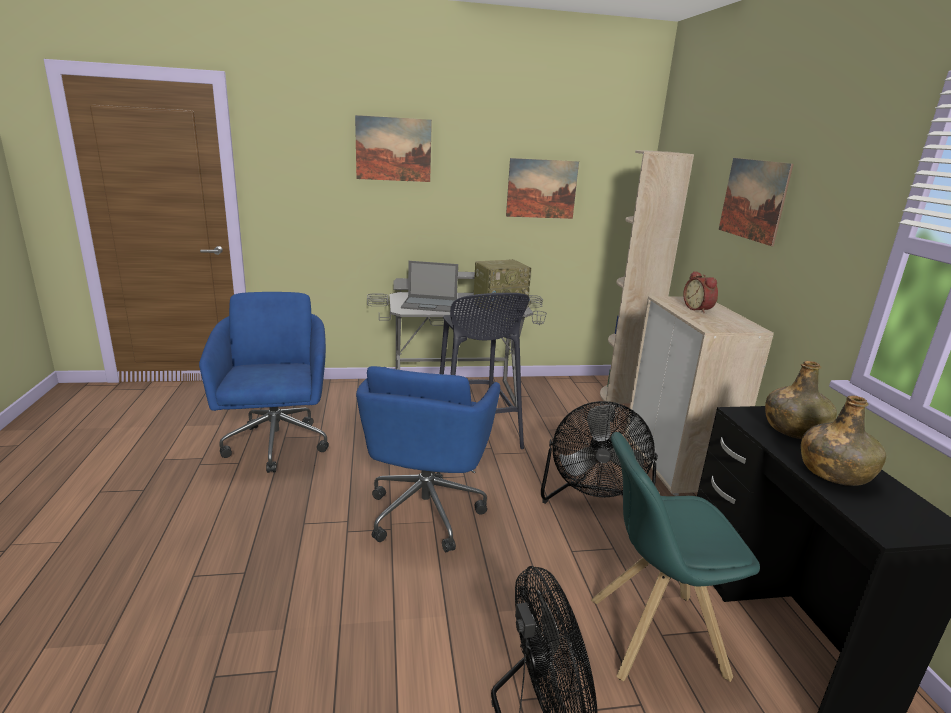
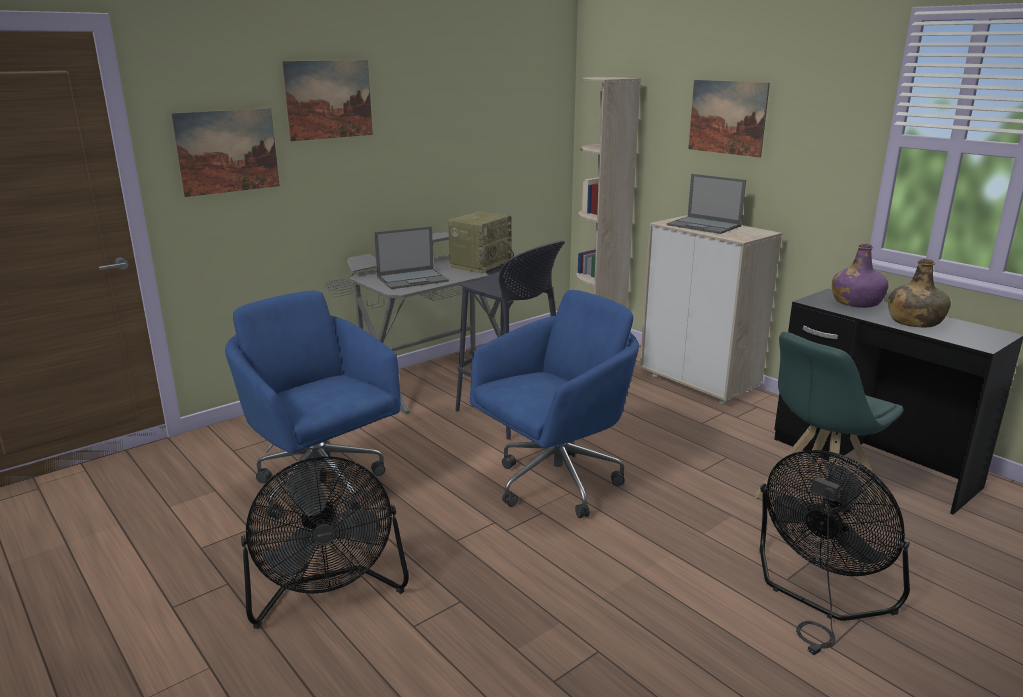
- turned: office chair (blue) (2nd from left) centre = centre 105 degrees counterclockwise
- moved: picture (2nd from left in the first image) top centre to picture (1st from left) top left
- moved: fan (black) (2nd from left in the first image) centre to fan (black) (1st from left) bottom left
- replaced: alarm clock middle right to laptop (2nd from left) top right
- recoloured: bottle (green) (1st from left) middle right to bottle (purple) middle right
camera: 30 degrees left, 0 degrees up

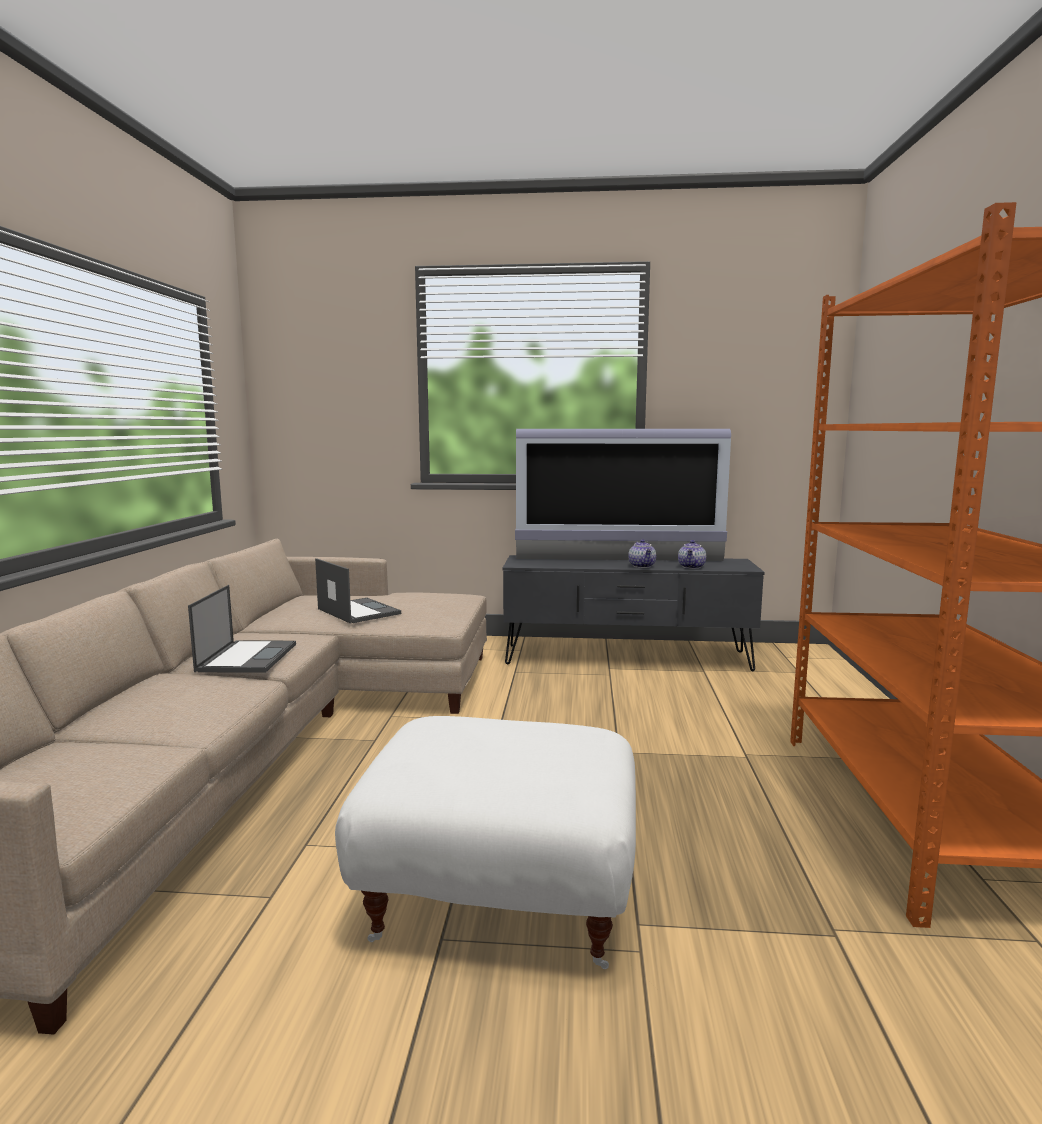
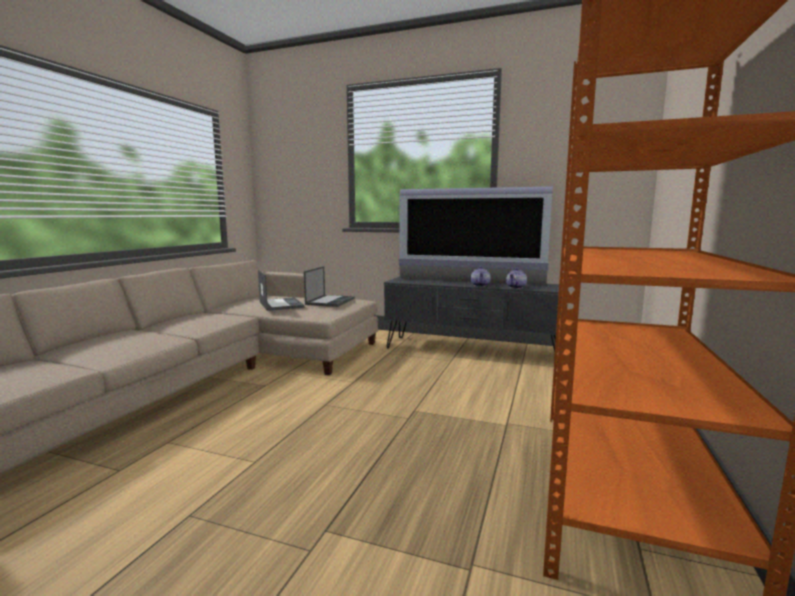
- moved: laptop (1st from left in the first image) middle left to laptop (2nd from left) centre
- removed: ottoman (white) bottom centre
camera: 15 degrees right, 0 degrees up

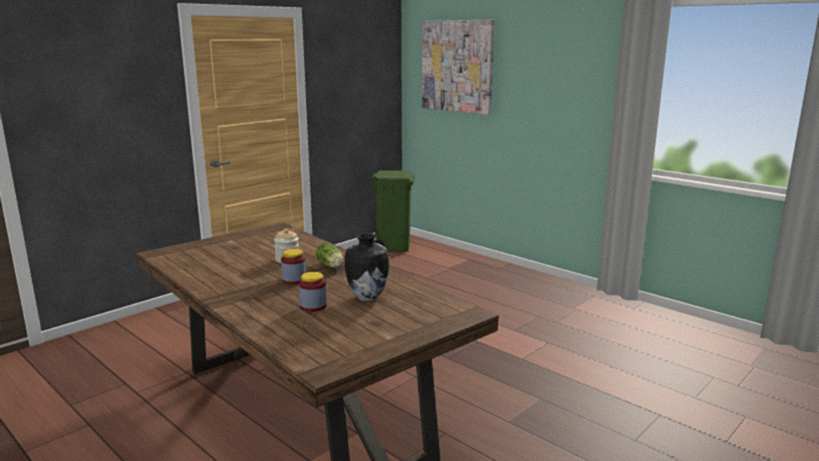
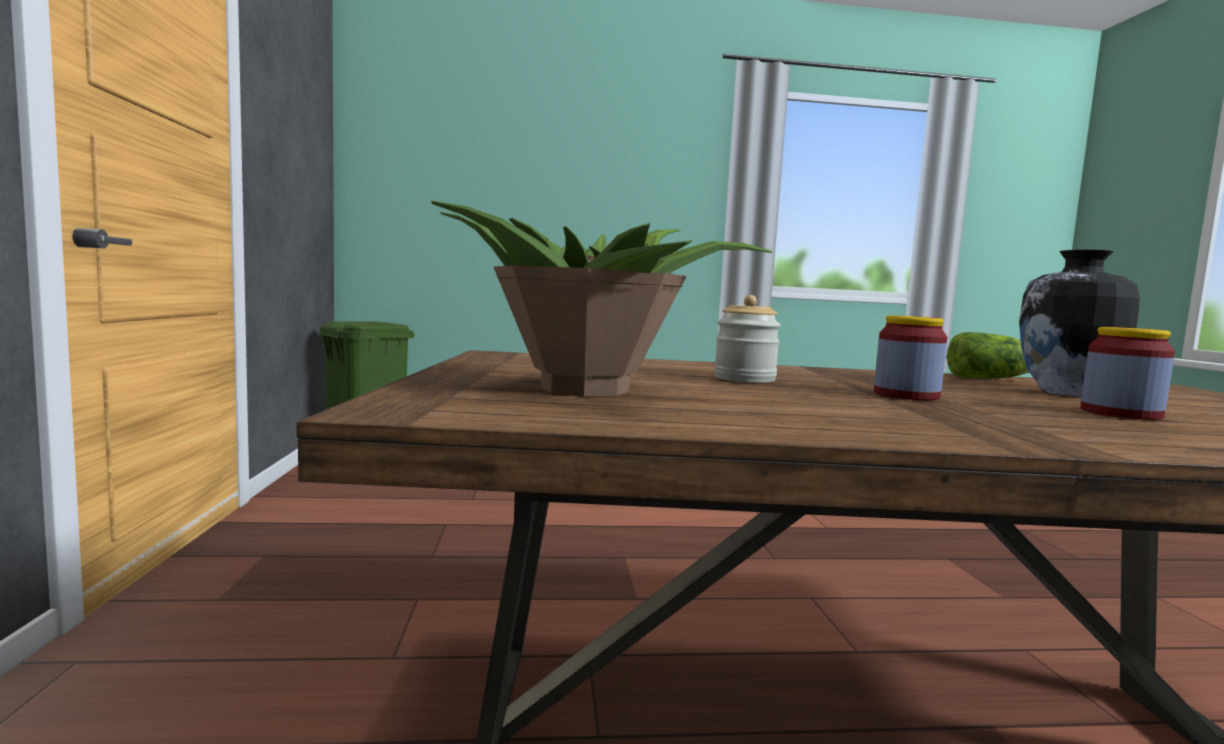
- moved: lettuce centre to middle right
- removed: picture top centre
- added: potted plant centre
camera: 50 degrees left, 10 degrees down

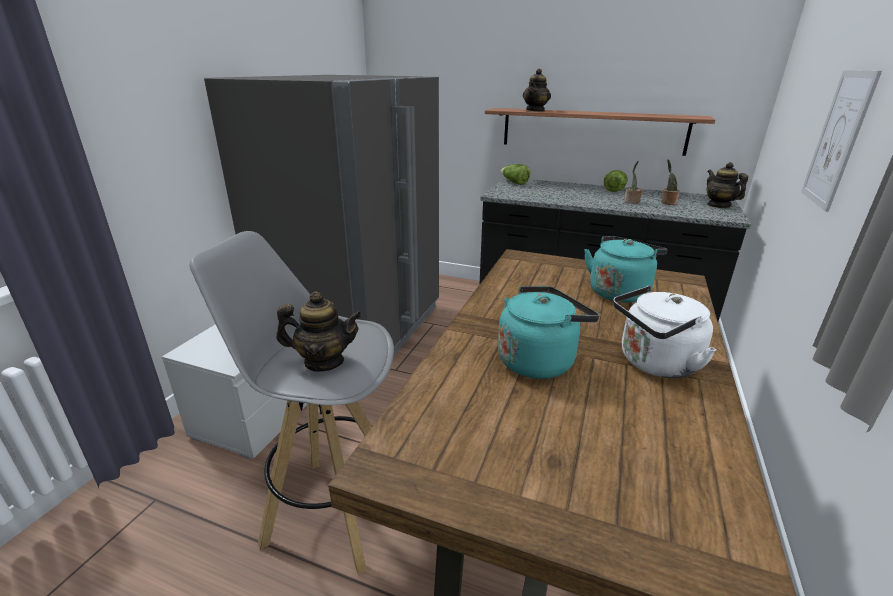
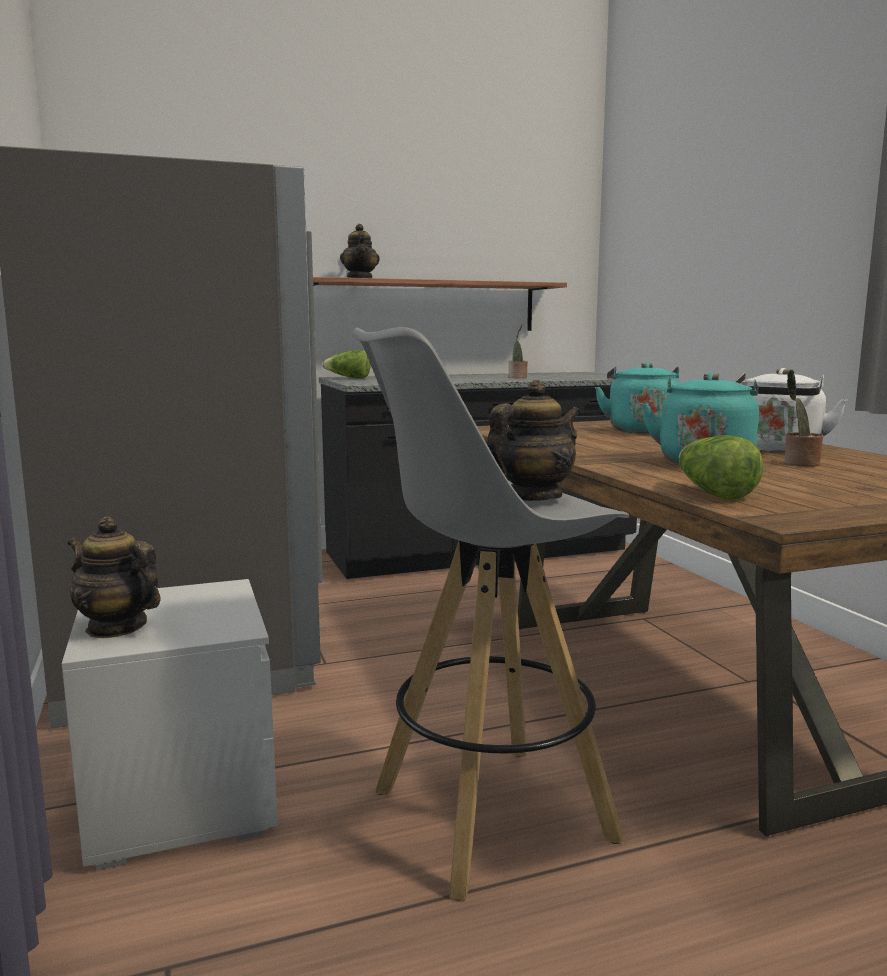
- moved: lettuce (2nd from left) top right to middle right
- moved: potted plant (2nd from left) top right to middle right
- moved: teapot (3rd from left in the first image) top right to teapot (1st from left) middle left
- removed: picture top right
camera: 40 degrees left, 15 degrees down

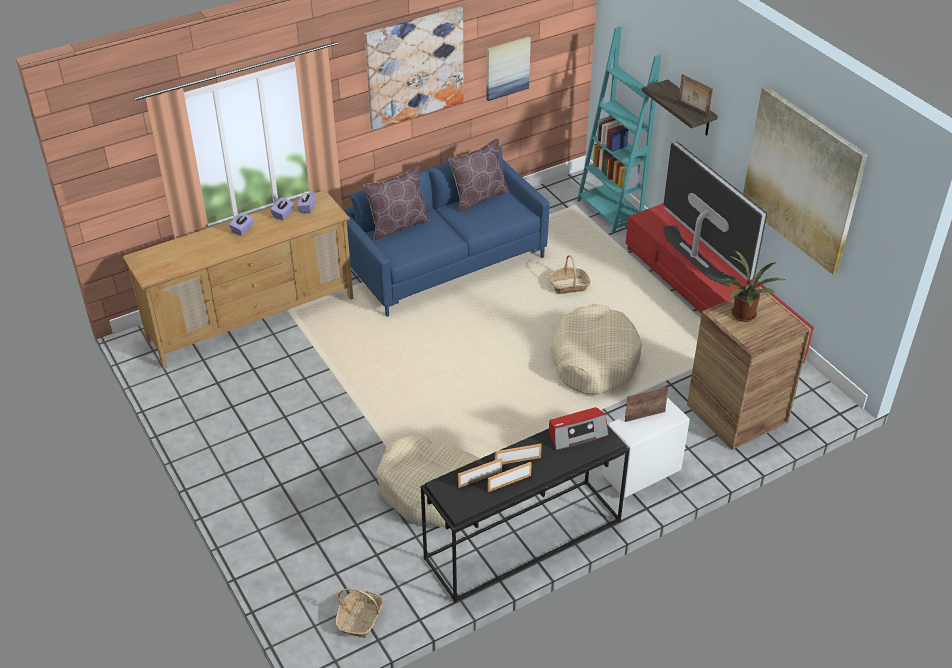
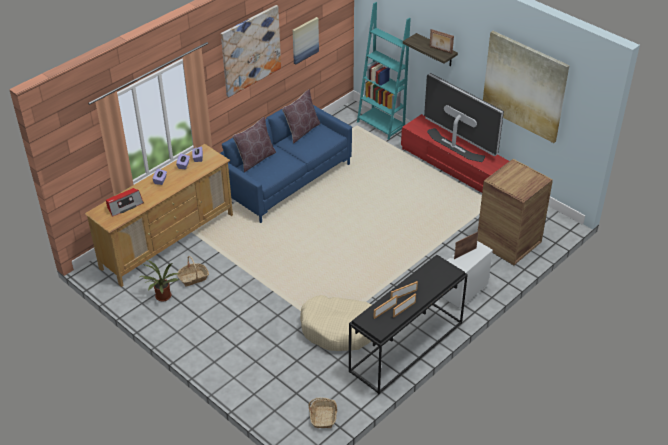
- moved: basket (2nd from left in the first image) centre to basket (1st from left) middle left
- moved: radio centre to middle left
- removed: dog bed (beige) (2nd from left) centre
- moved: potted plant middle right to middle left
camera: 15 degrees left, 0 degrees up

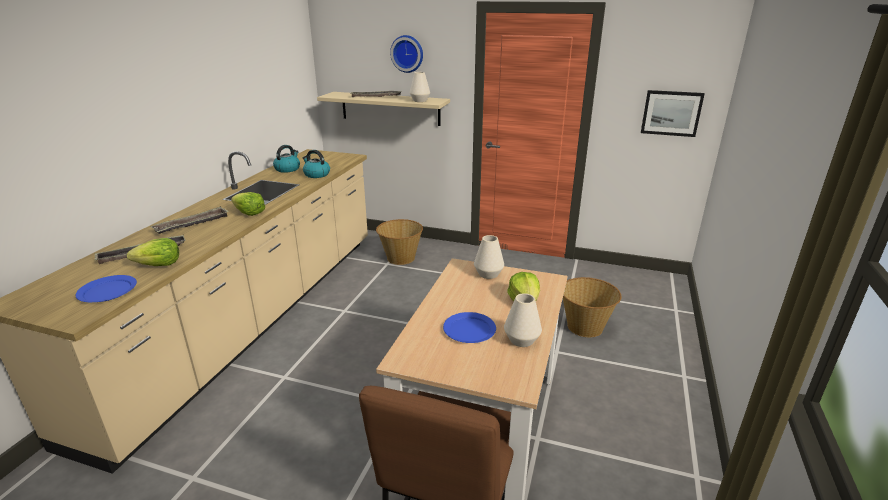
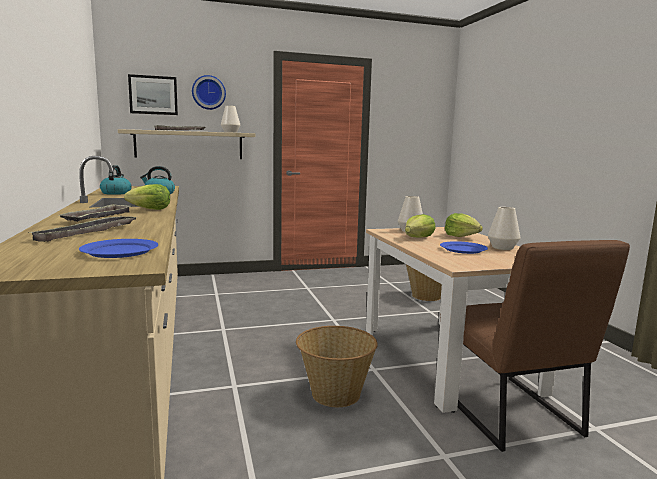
- moved: lettuce (1st from left in the first image) middle left to lettuce (2nd from left) centre
- moved: basket (1st from left) centre to bottom centre
- moved: picture top right to top left
camera: 35 degrees left, 15 degrees down

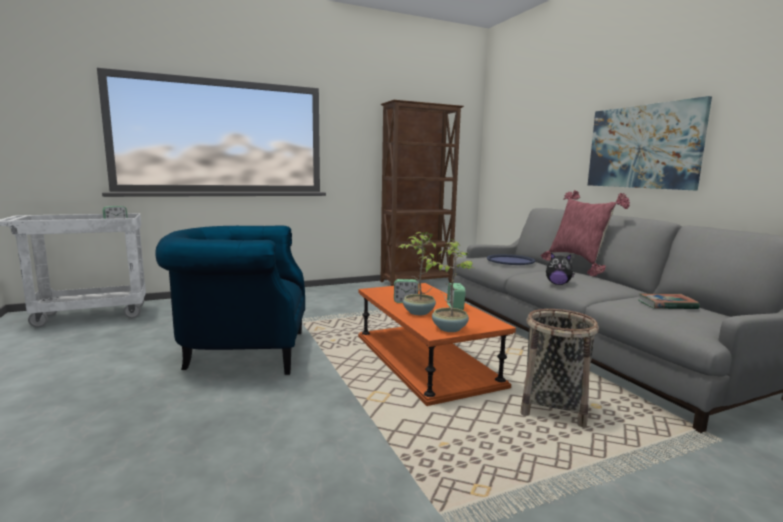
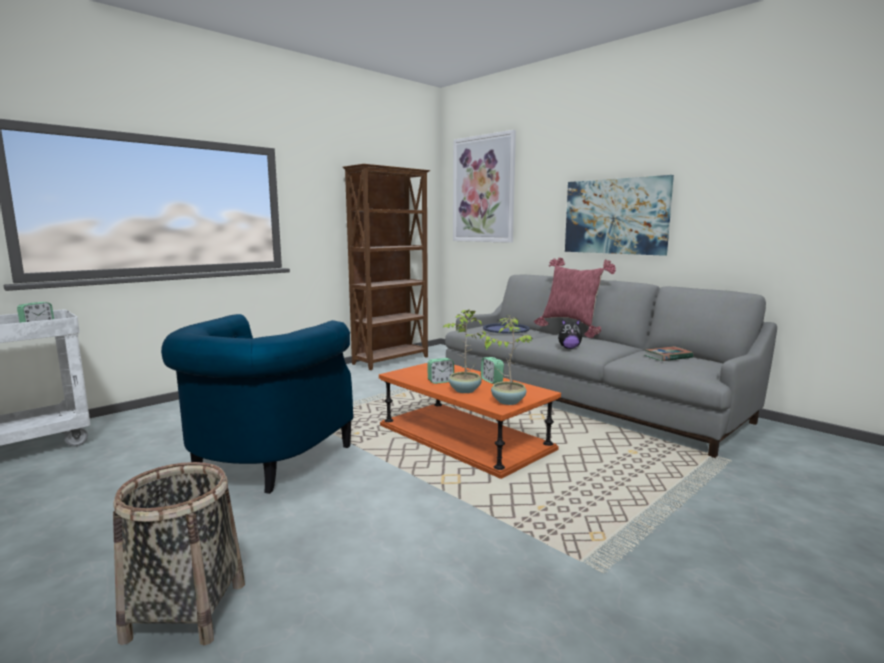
- turned: armchair (blue) middle left = middle left 45 degrees counterclockwise
- moved: basket bottom right to bottom left
- added: picture (1st from left) top centre
camera: 20 degrees left, 0 degrees up

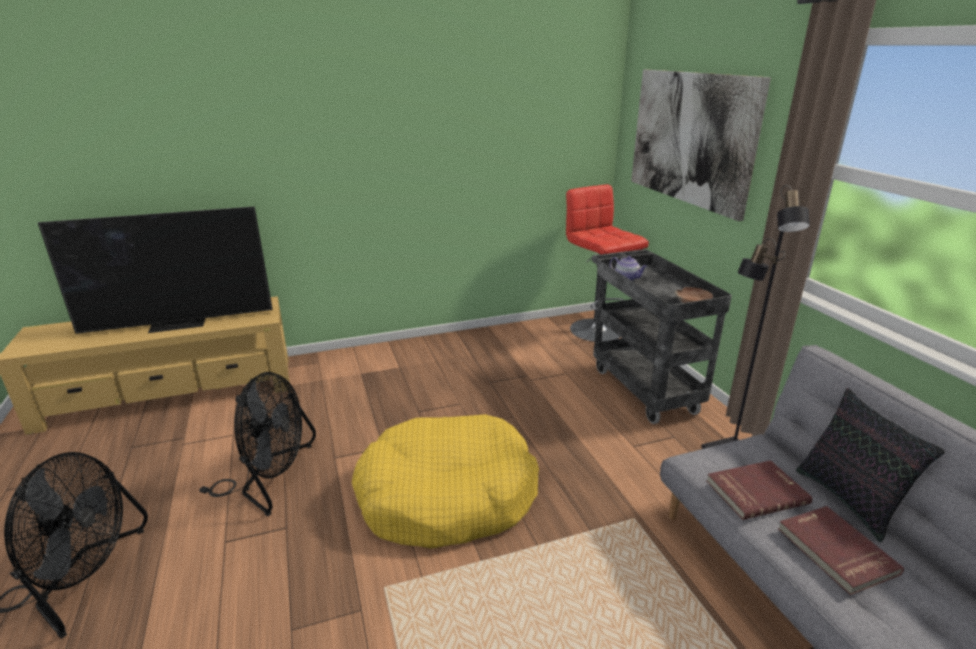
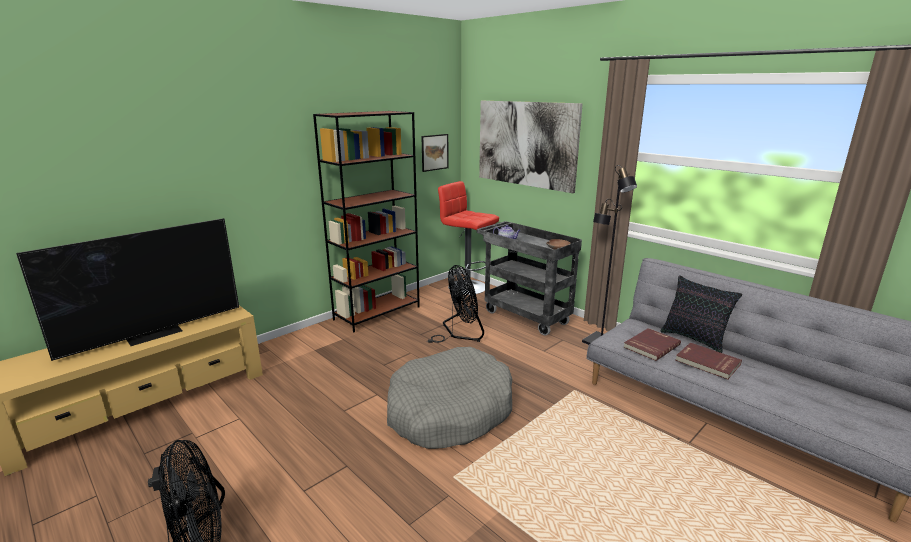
- moved: fan (black) (2nd from left) bottom left to centre
- recoloured: dog bed (yellow) bottom centre to dog bed (grey) bottom centre
- added: bookcase (brown) centre
- added: picture (1st from left) top centre
camera: 25 degrees left, 5 degrees down

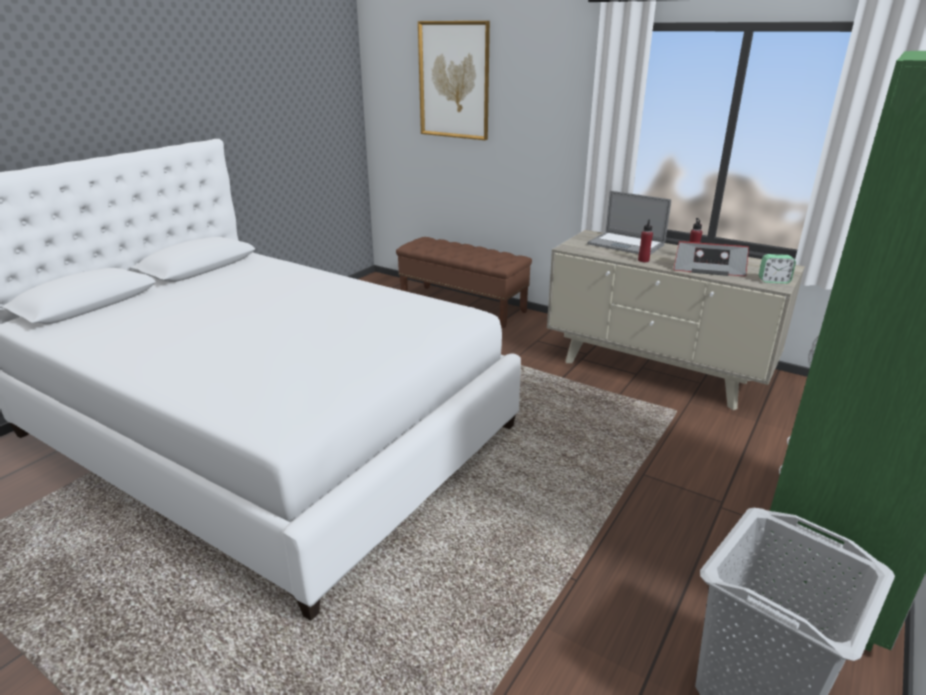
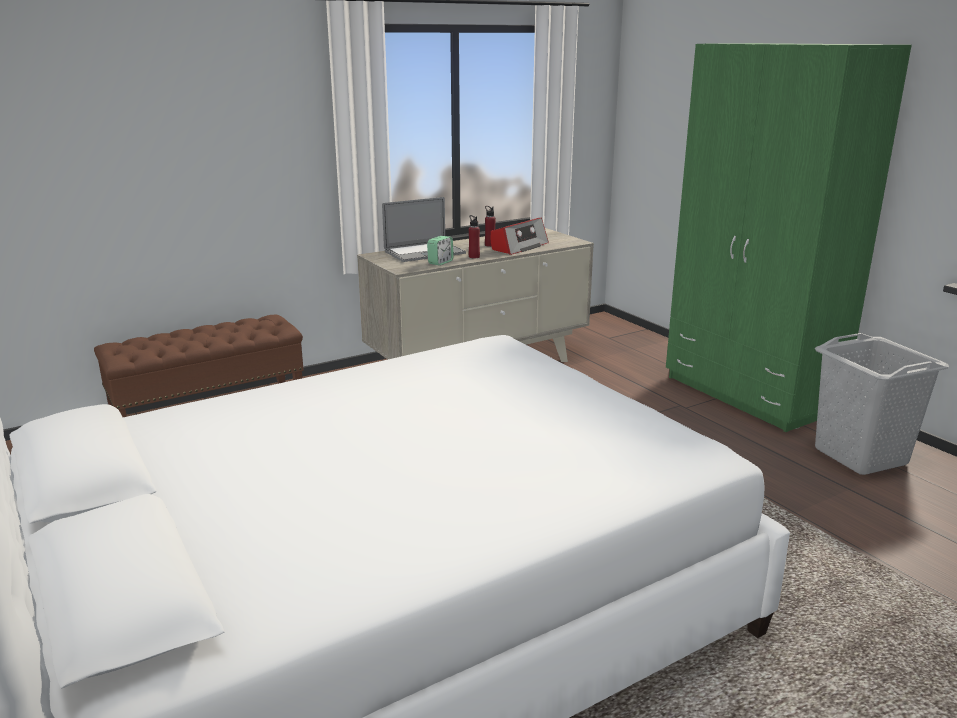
- removed: picture top centre
- moved: alarm clock middle right to centre
camera: 65 degrees left, 5 degrees down

